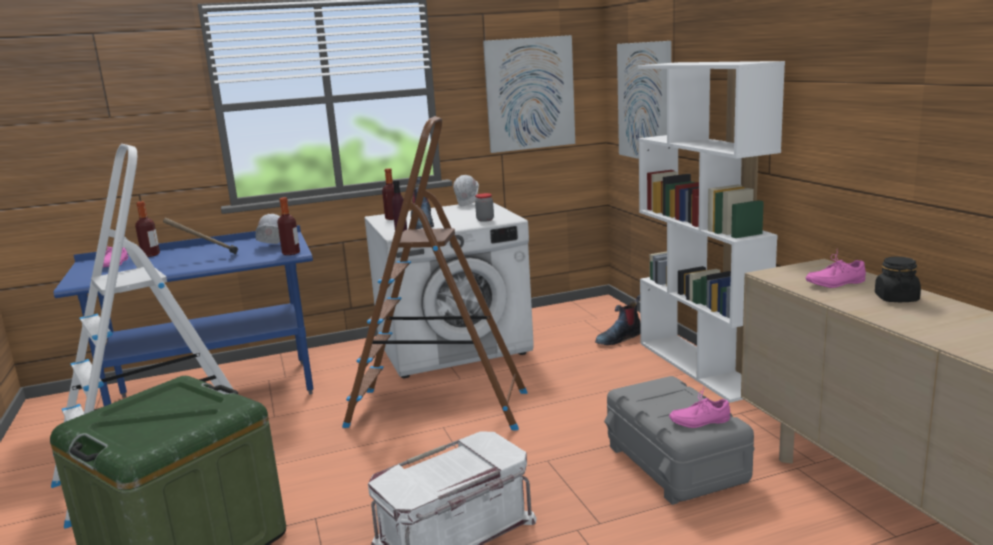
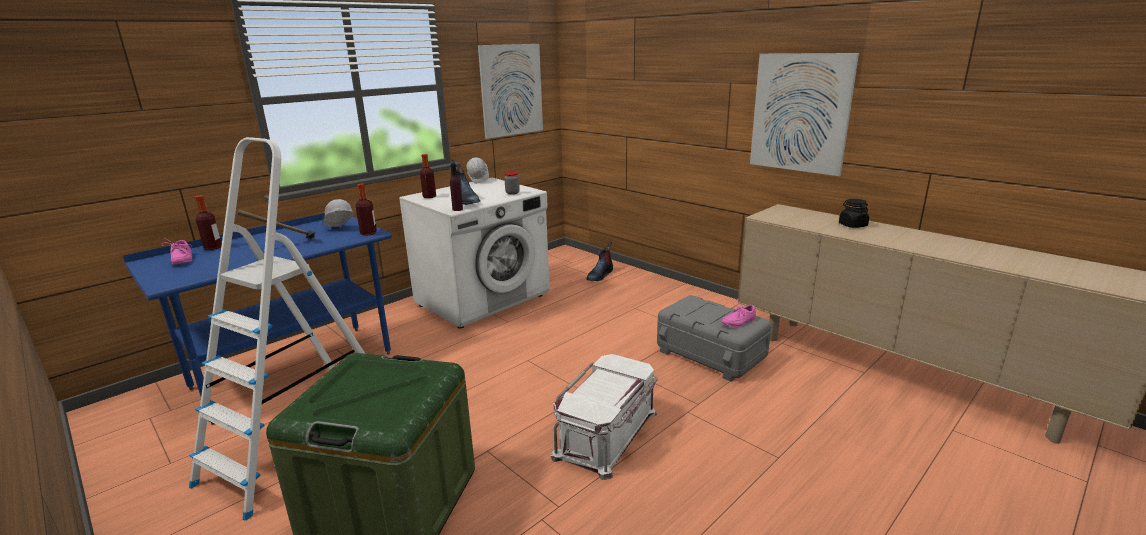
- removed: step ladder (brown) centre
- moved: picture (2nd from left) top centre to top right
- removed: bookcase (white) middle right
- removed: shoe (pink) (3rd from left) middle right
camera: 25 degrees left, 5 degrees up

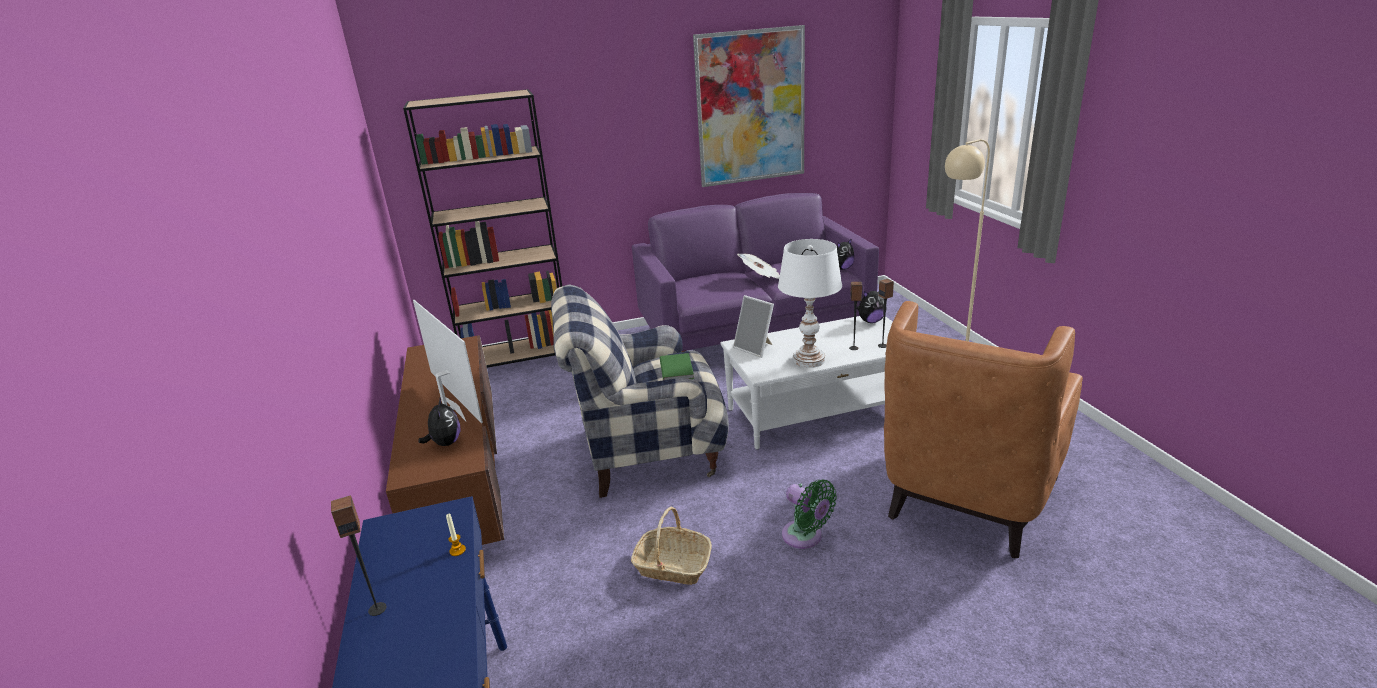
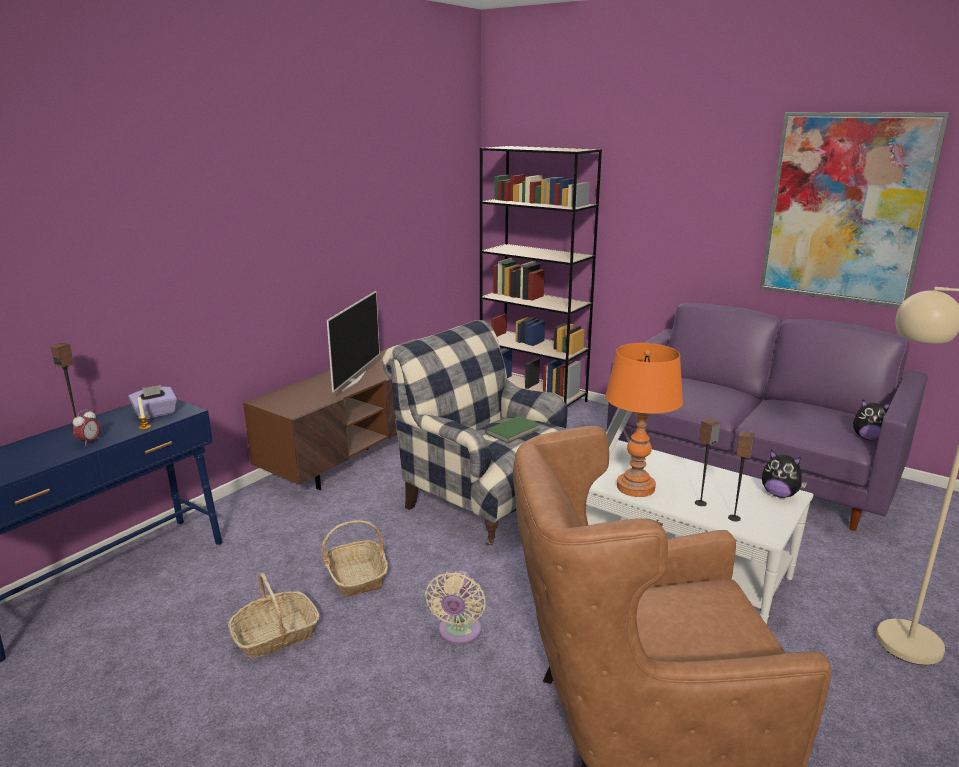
- removed: plush toy (1st from left) middle left
- removed: newspaper centre
- recoloured: table lamp (white) centre to table lamp (orange) middle right
- recoloured: fan (green) bottom centre to fan (beige) bottom centre
- added: alarm clock middle left
- added: tissue box (purple) middle left
- added: basket (1st from left) bottom left
camera: 50 degrees right, 5 degrees down

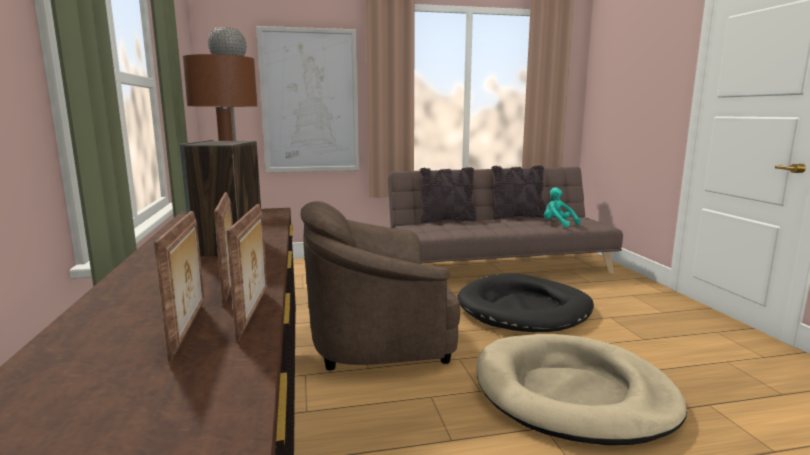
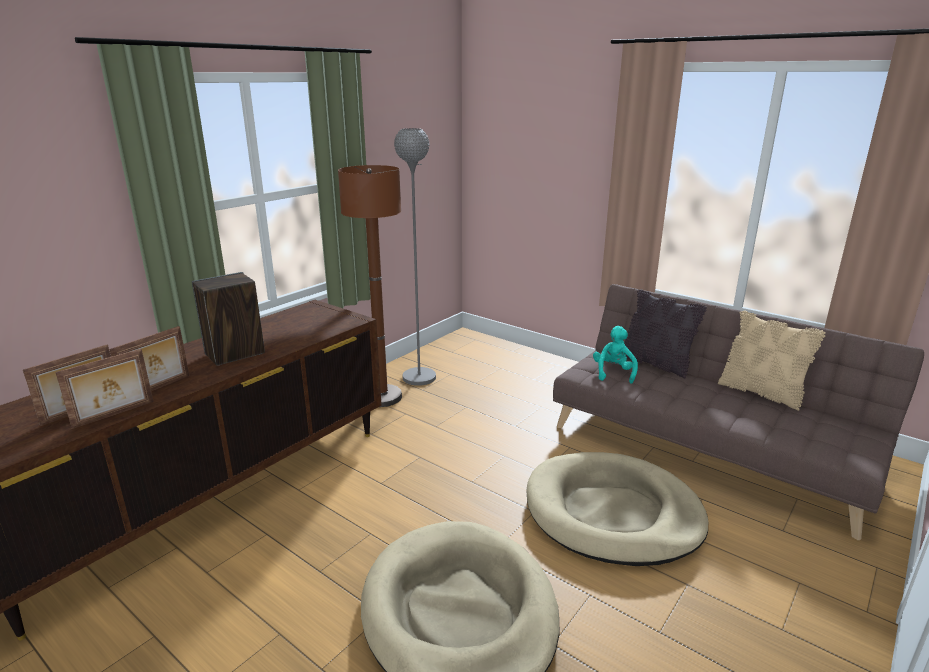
- removed: picture top centre
- removed: armchair (brown) centre
- recoloured: dog bed (black) centre to dog bed (beige) (2nd from left) bottom centre
- recoloured: pillow (black) (2nd from left) centre to pillow (beige) middle right
- moved: plush toy (turquoise) middle right to centre
camera: 50 degrees right, 10 degrees up

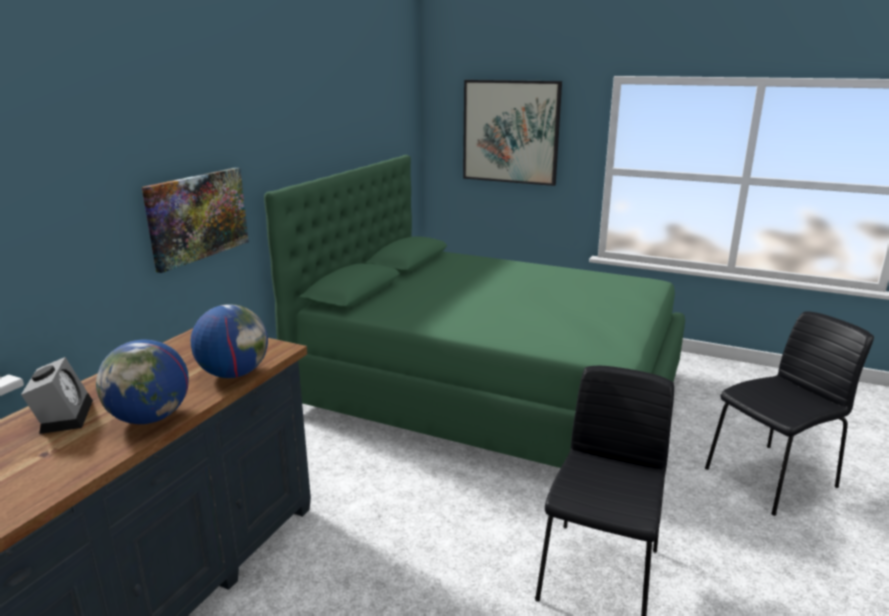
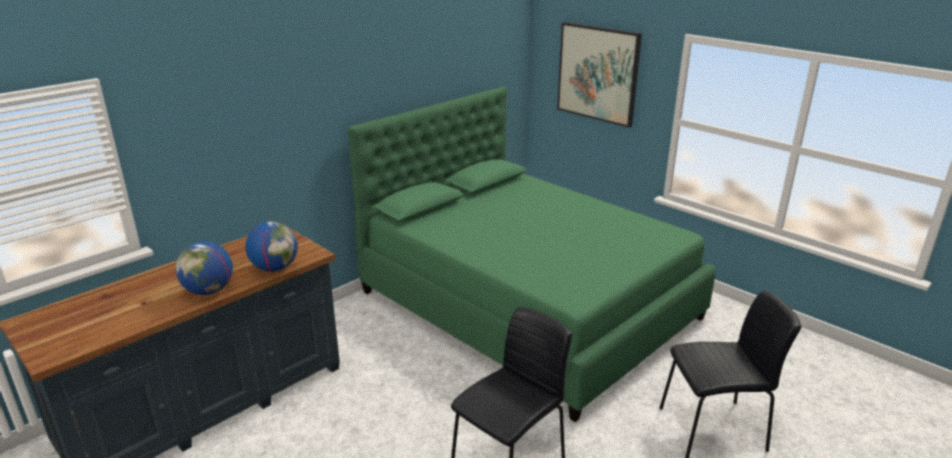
- removed: alarm clock middle left
- removed: picture (1st from left) middle left
camera: 20 degrees right, 5 degrees up

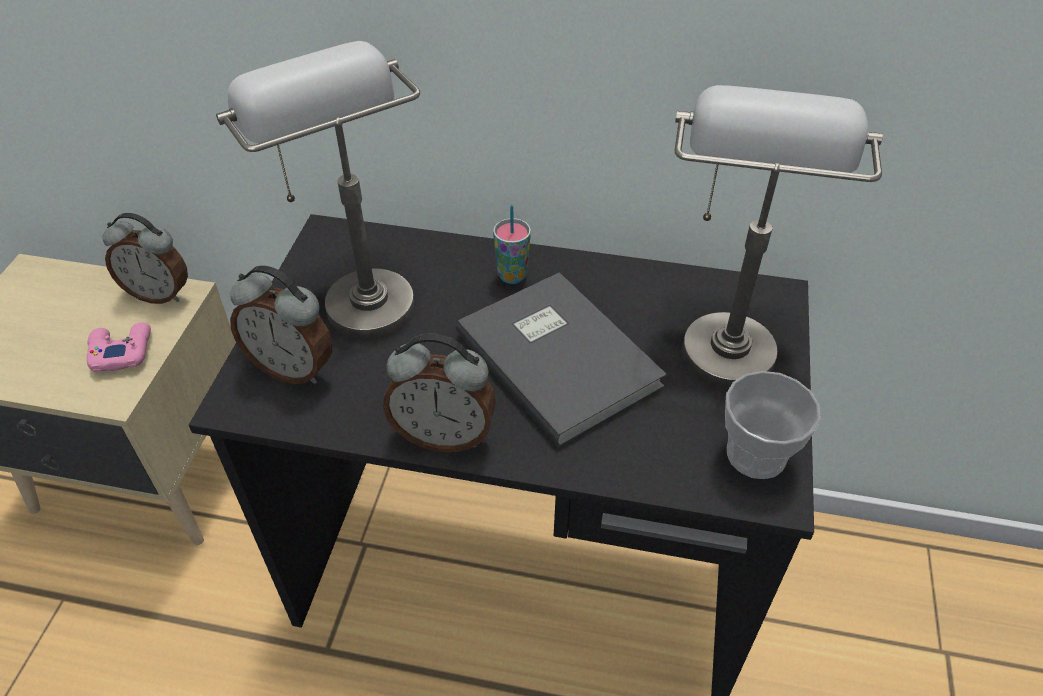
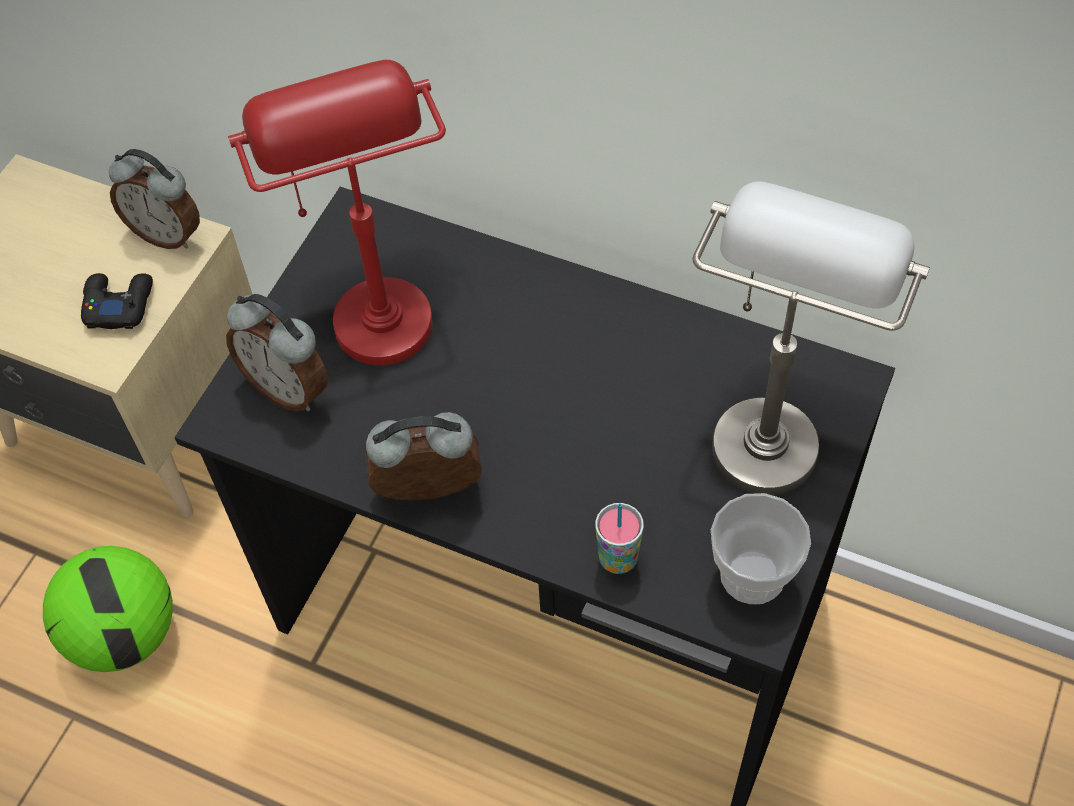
- recoloured: game controller (pink) middle left to game controller (black) middle left
- recoloured: table lamp (grey) (1st from left) top left to table lamp (red) top left
- turned: alarm clock (3rd from left) centre = centre 150 degrees clockwise
- removed: book (grey) centre
- moved: cup (1st from left) centre to bottom centre
- added: football bottom left
camera: 15 degrees right, 10 degrees up

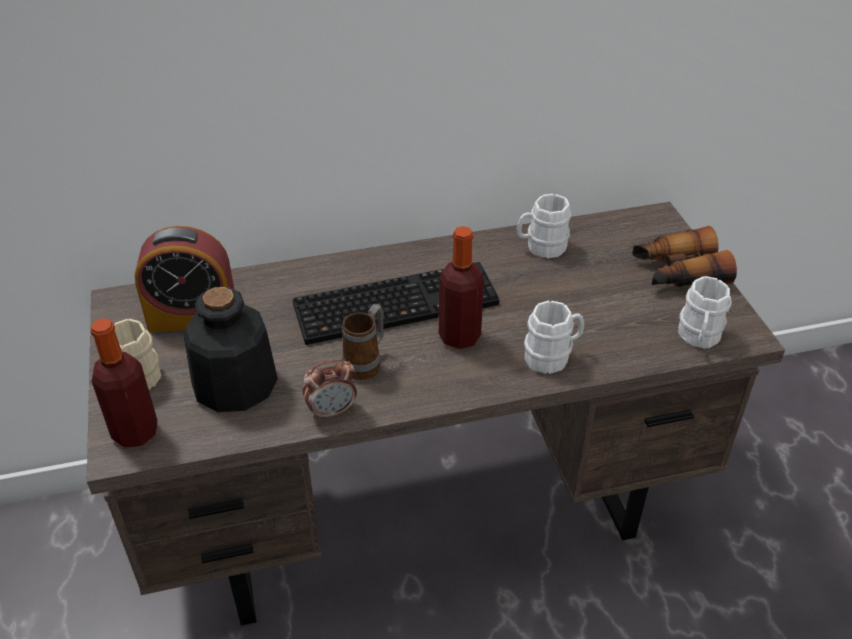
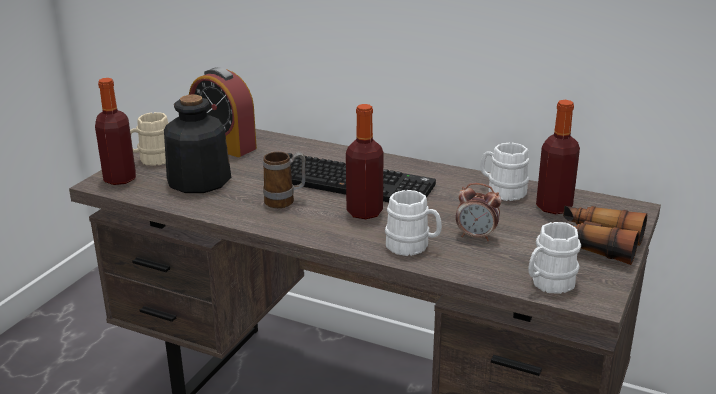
- moved: alarm clock (2nd from left) centre to middle right
- added: bottle (4th from left) middle right
camera: 40 degrees right, 15 degrees down

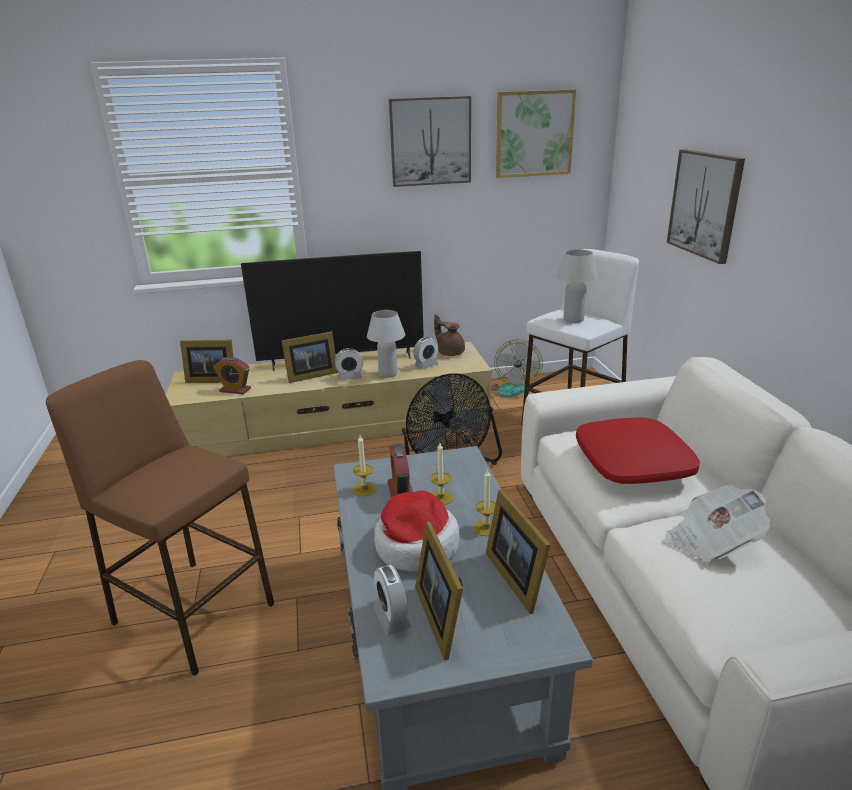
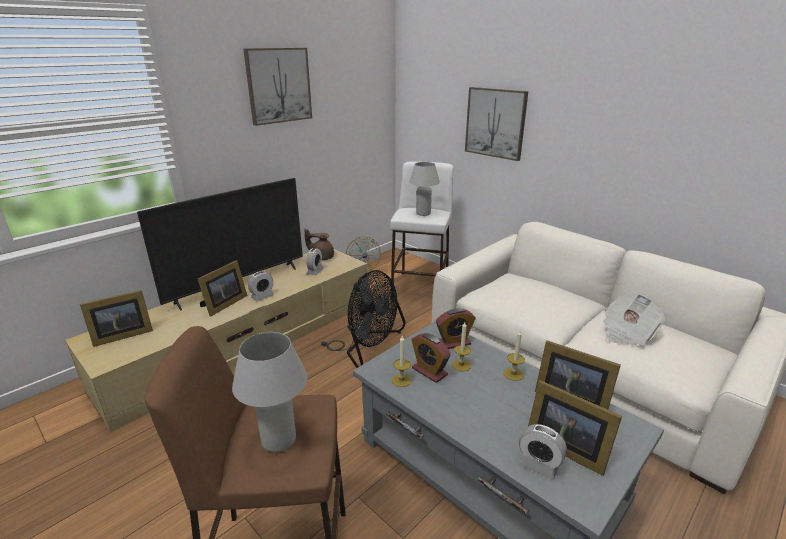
- moved: alarm clock (1st from left in the first image) middle left to alarm clock (4th from left) centre
- moved: table lamp (white) (1st from left) centre to bottom centre
- removed: hat bottom centre
- removed: picture (2nd from left) top centre
- removed: pillow (red) middle right
camera: 35 degrees left, 0 degrees up

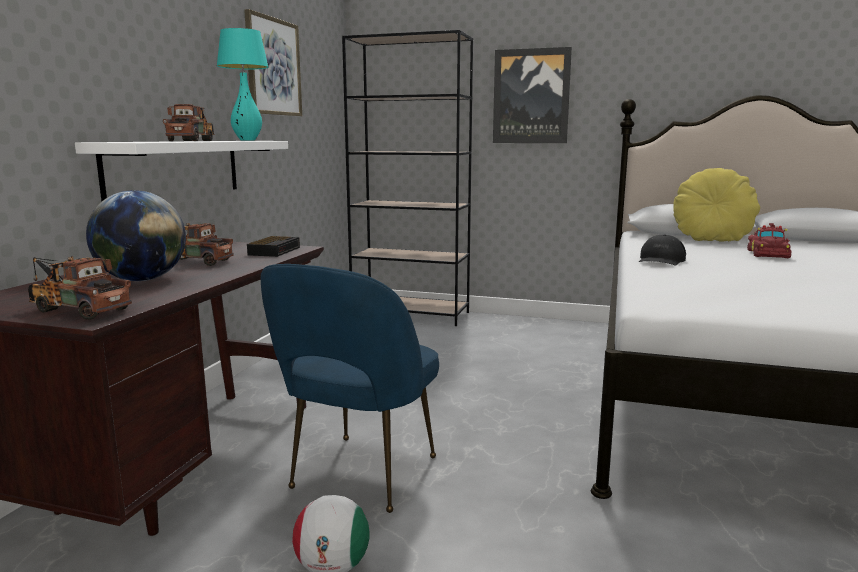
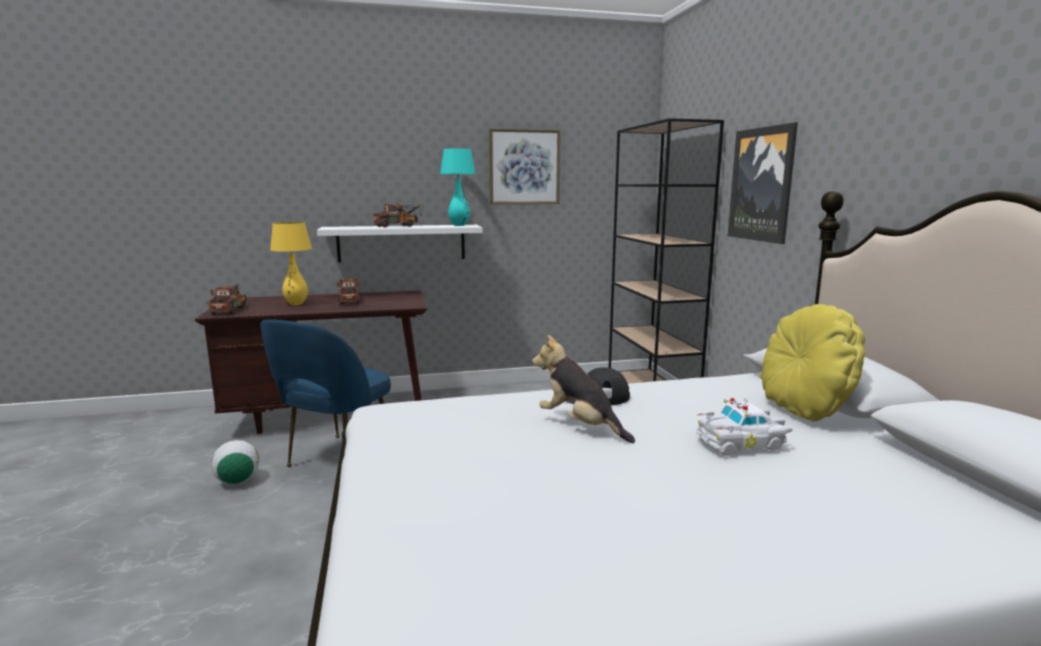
- replaced: globe middle left to table lamp (yellow) middle left
- removed: alarm clock middle left
- turned: chair (blue) bottom centre = middle left 60 degrees counterclockwise
- recoloured: toy car (red) middle right to toy car (white) middle right
- added: plush toy centre
camera: 60 degrees right, 0 degrees up

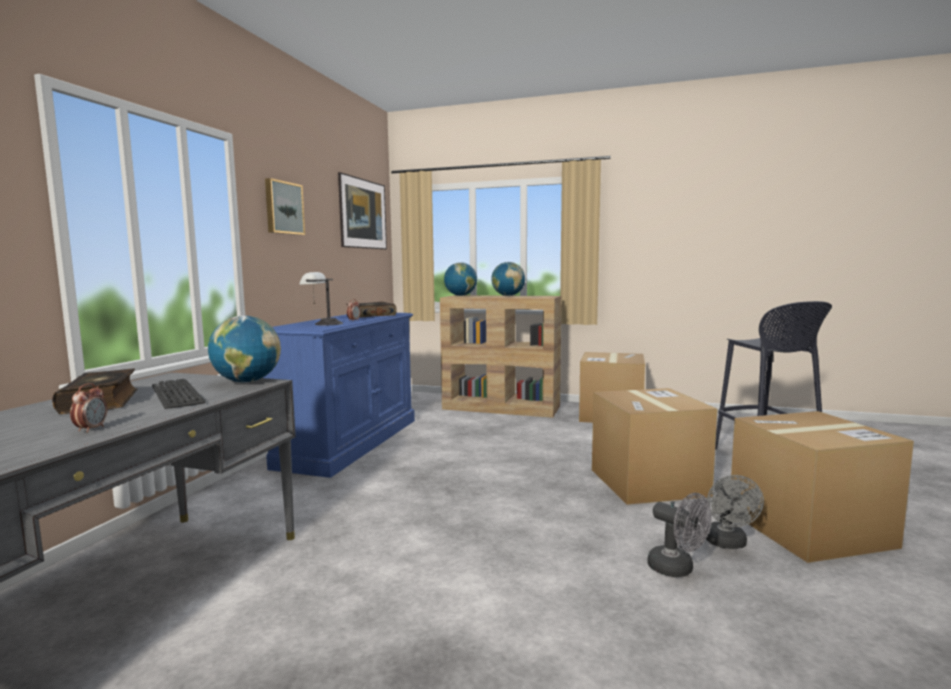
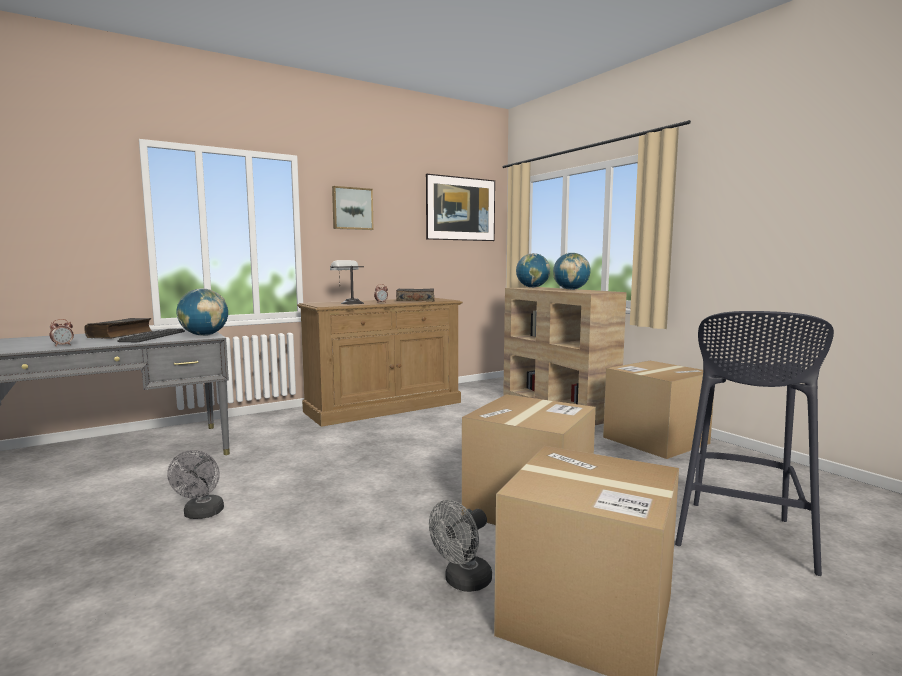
- recoloured: cabinet (blue) centre to cabinet (brown) centre
- moved: fan (grey) (1st from left) bottom right to bottom left
camera: 40 degrees right, 0 degrees up

